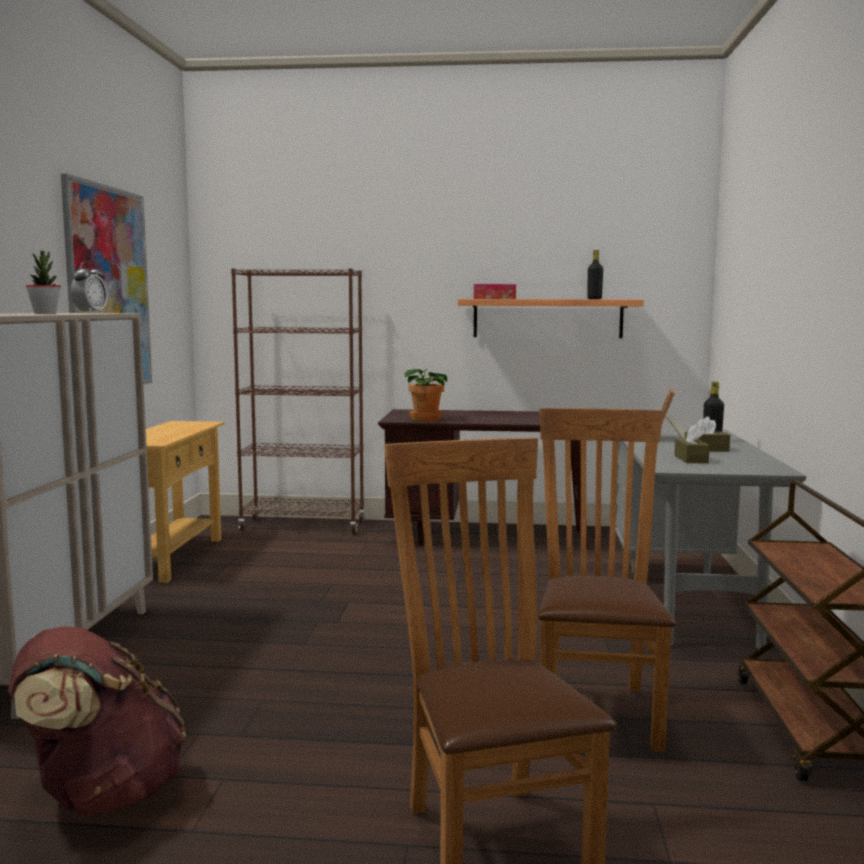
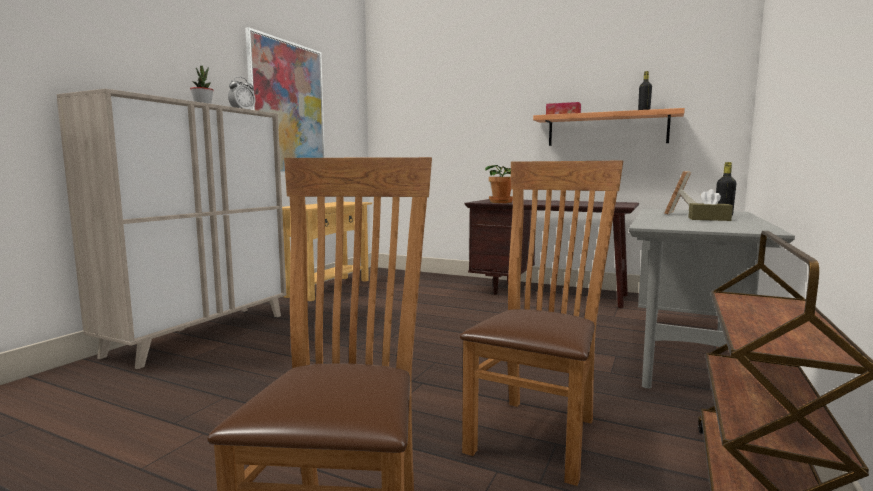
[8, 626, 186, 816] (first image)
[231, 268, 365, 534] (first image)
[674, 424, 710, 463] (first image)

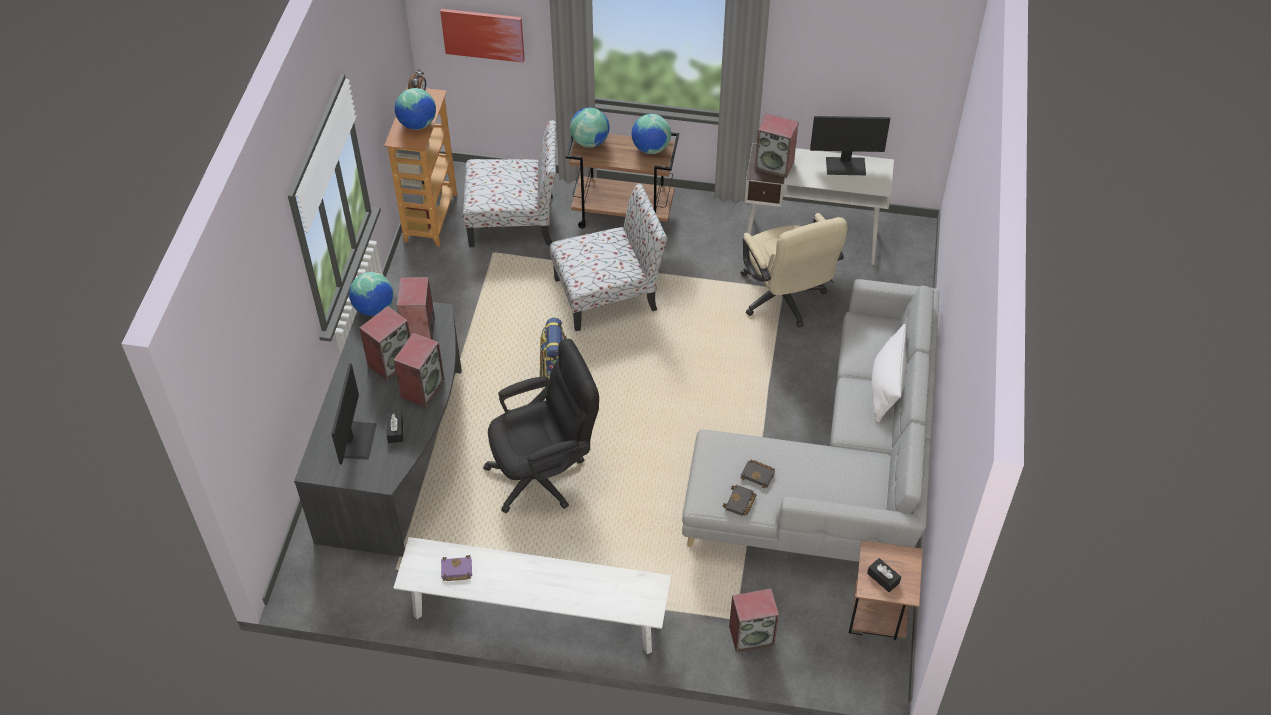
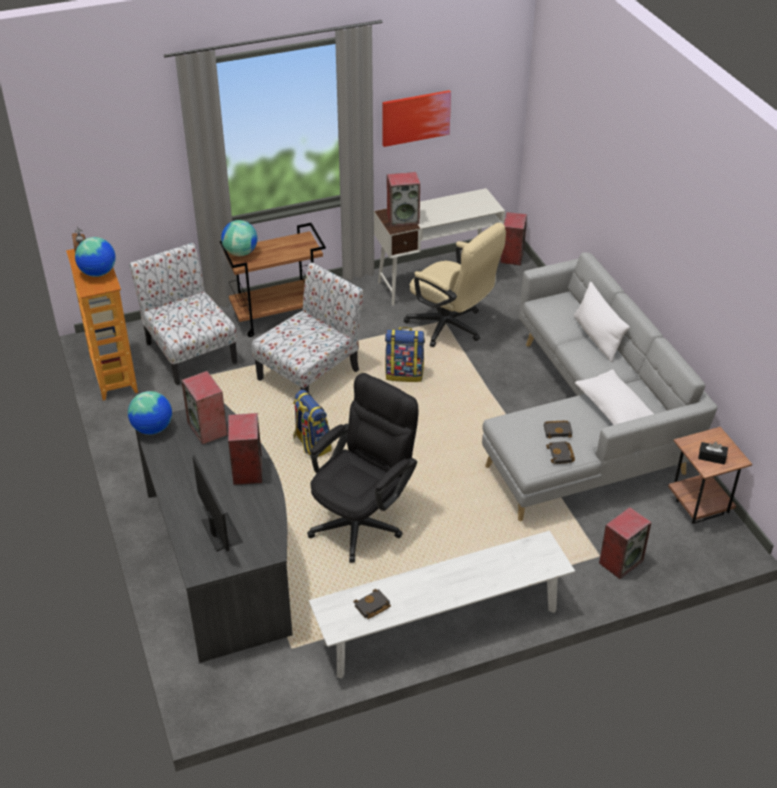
[386, 412, 403, 443] (first image)
[631, 114, 671, 154] (first image)
[810, 116, 890, 175] (first image)
[385, 327, 425, 382]
[575, 369, 654, 425]
[500, 212, 527, 266]
[382, 90, 451, 147]
[353, 589, 391, 619]
[129, 243, 237, 385]

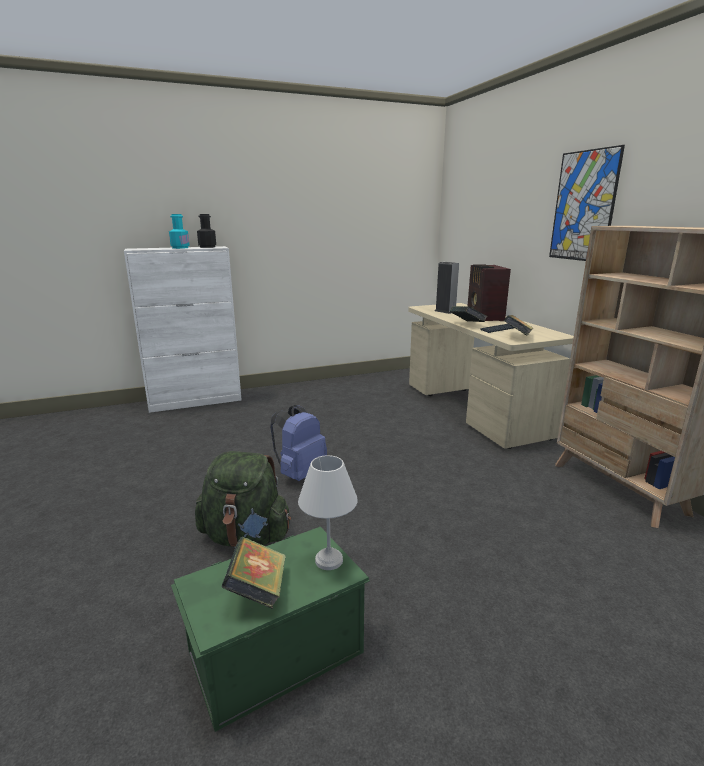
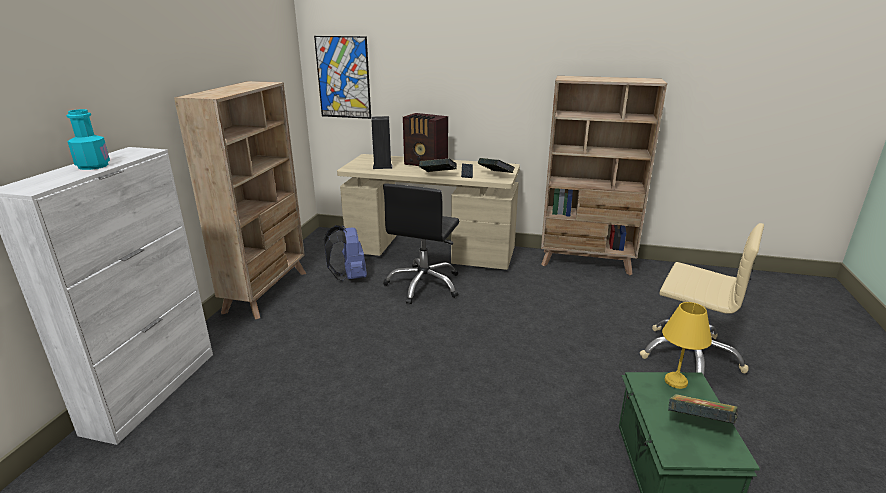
[195, 451, 291, 548] (first image)
[197, 214, 216, 248] (first image)
[174, 81, 306, 319]
[383, 184, 459, 304]
[640, 223, 764, 375]
[324, 225, 367, 281]
[314, 36, 371, 119]
[662, 302, 712, 389]

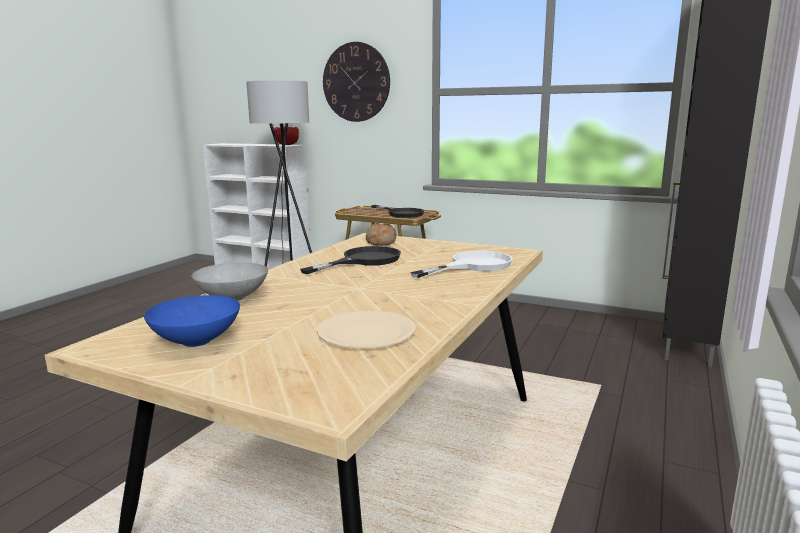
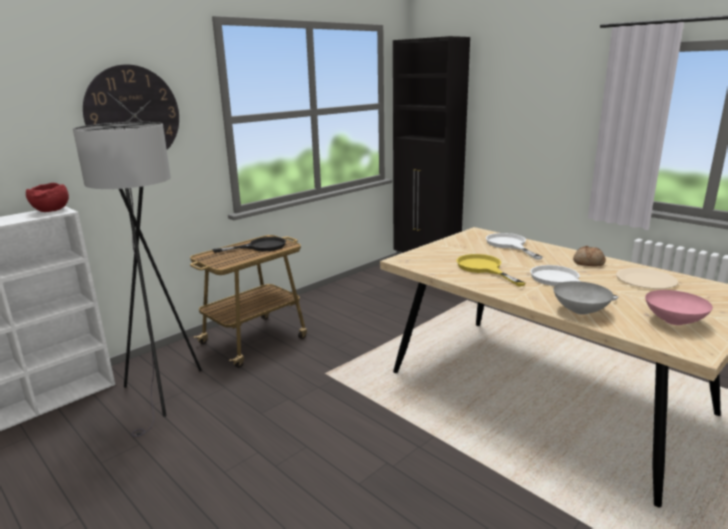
[530, 265, 619, 301]
[573, 246, 606, 266]
[645, 290, 713, 325]
[456, 254, 526, 287]

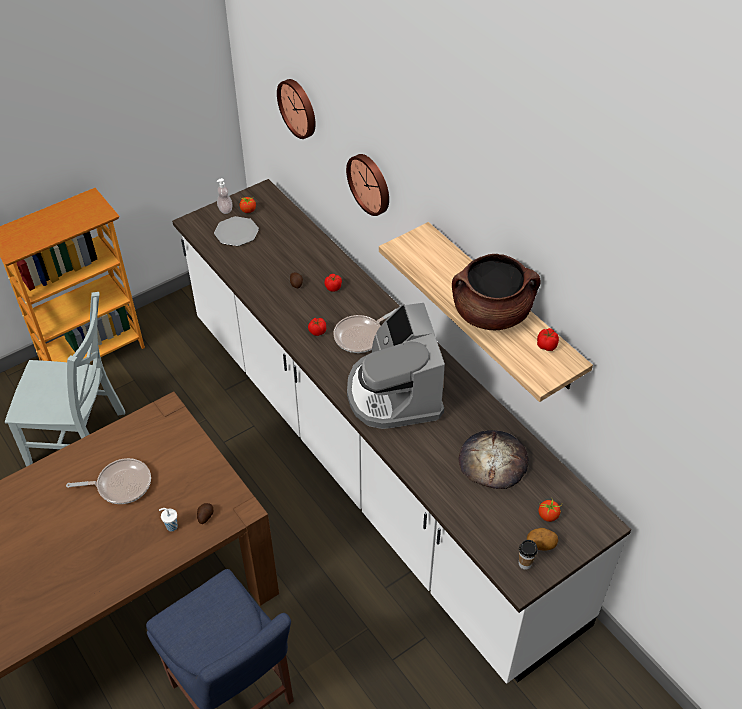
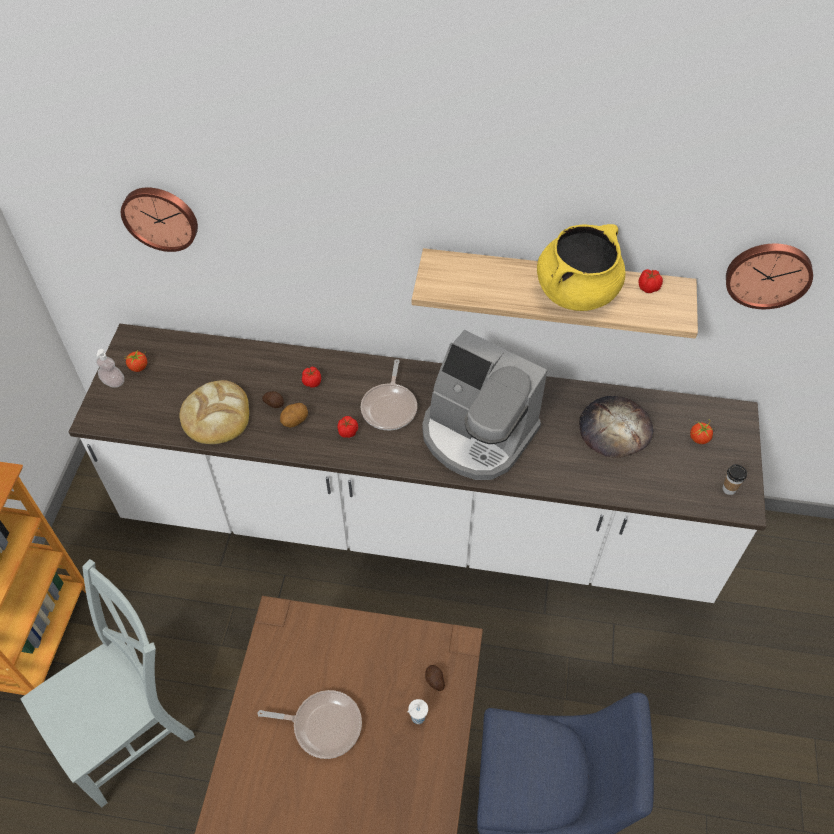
[214, 216, 259, 246] (first image)
[179, 380, 249, 444]
[726, 244, 813, 309]
[280, 403, 308, 428]
[537, 224, 625, 311]
[257, 690, 362, 759]

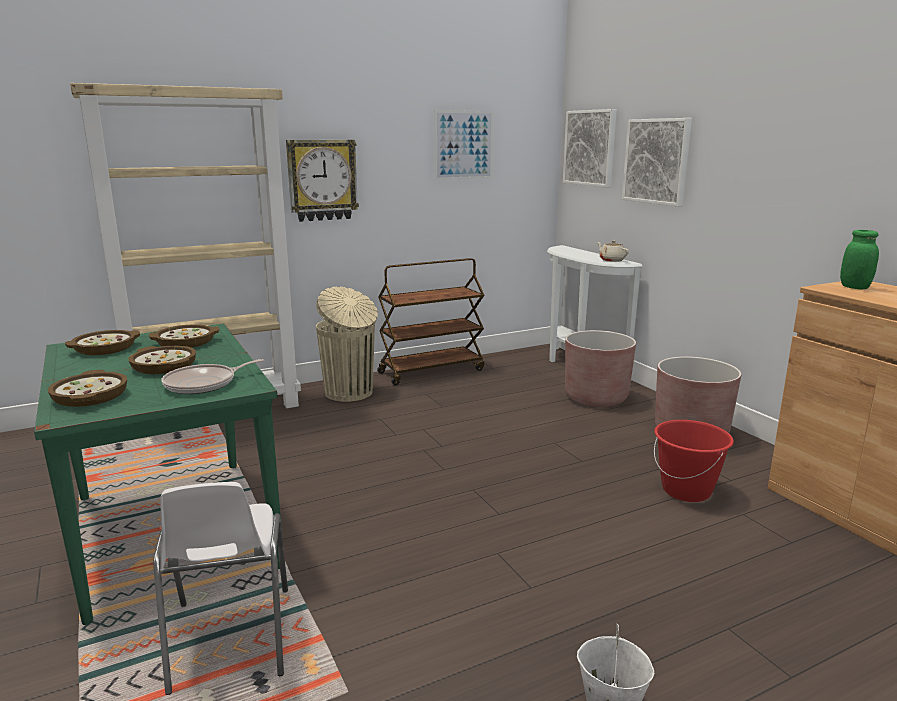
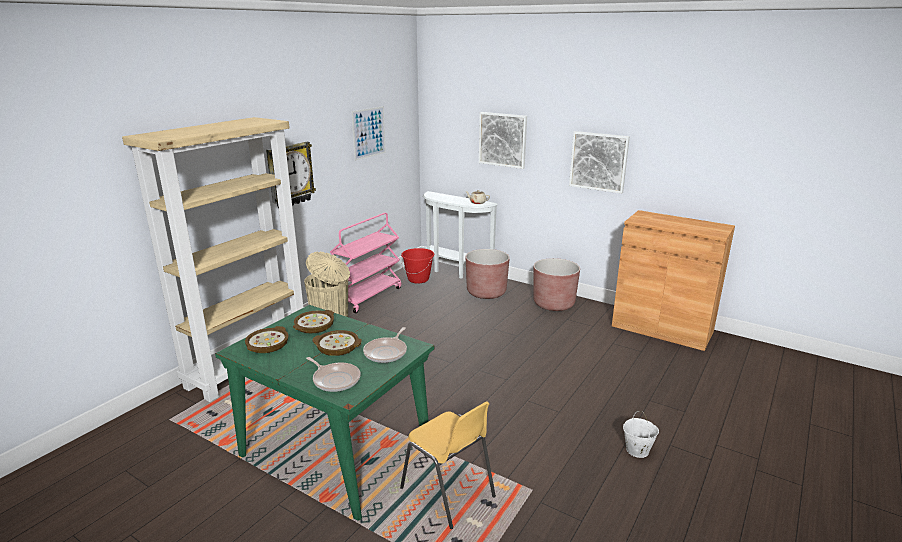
[840, 230, 879, 289] (first image)
[569, 131, 630, 194]
[401, 248, 434, 284]
[306, 357, 361, 392]
[400, 401, 496, 529]
[330, 213, 401, 313]

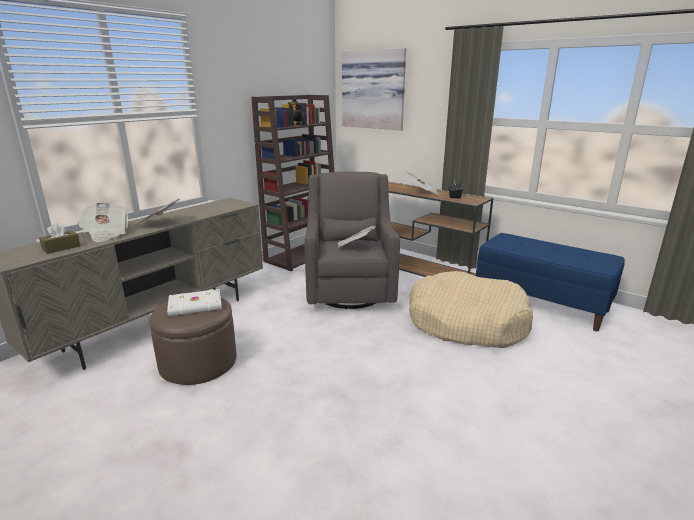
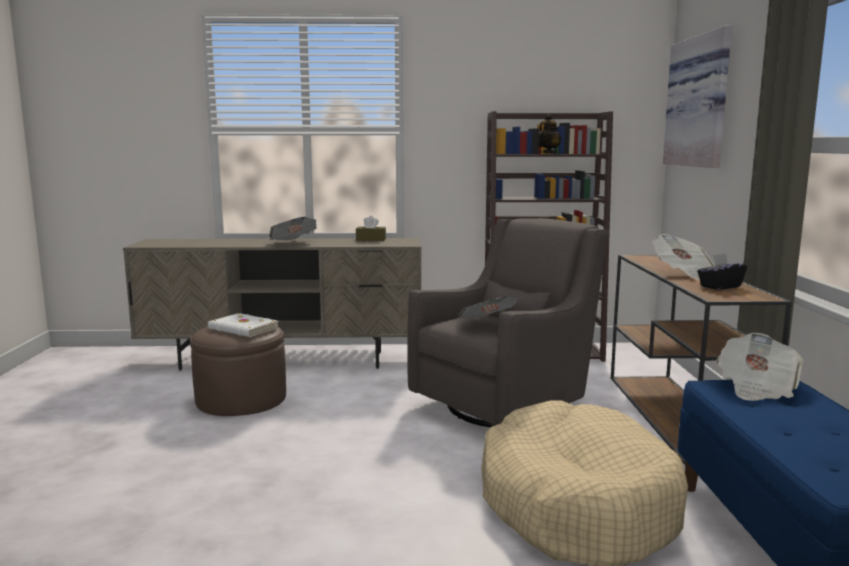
[356, 216, 386, 241]
[716, 333, 804, 401]

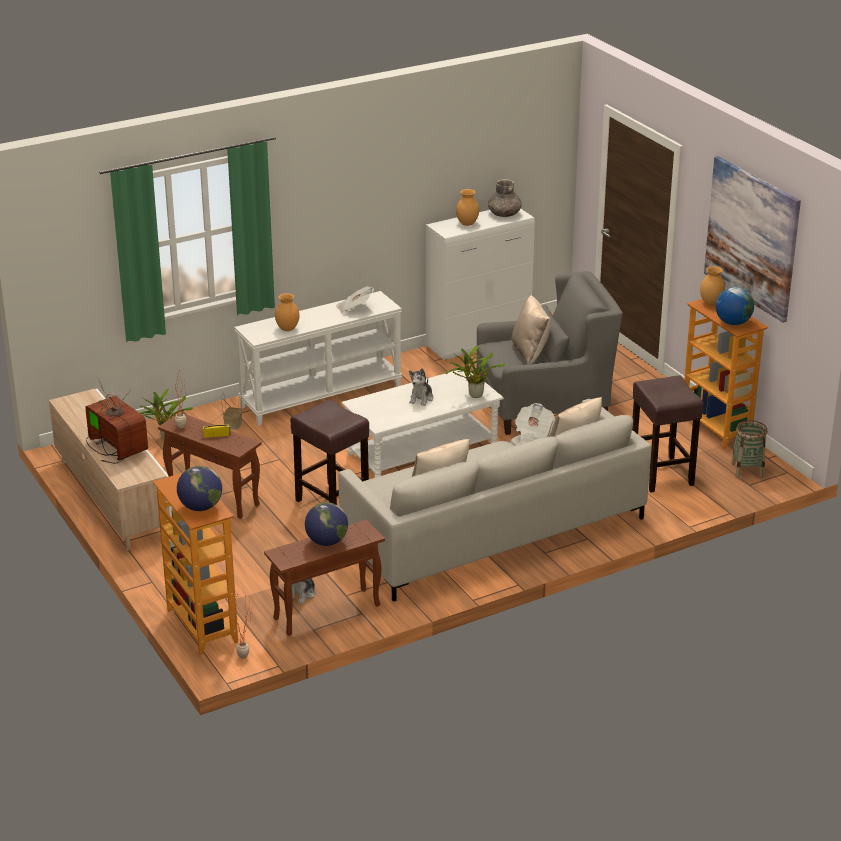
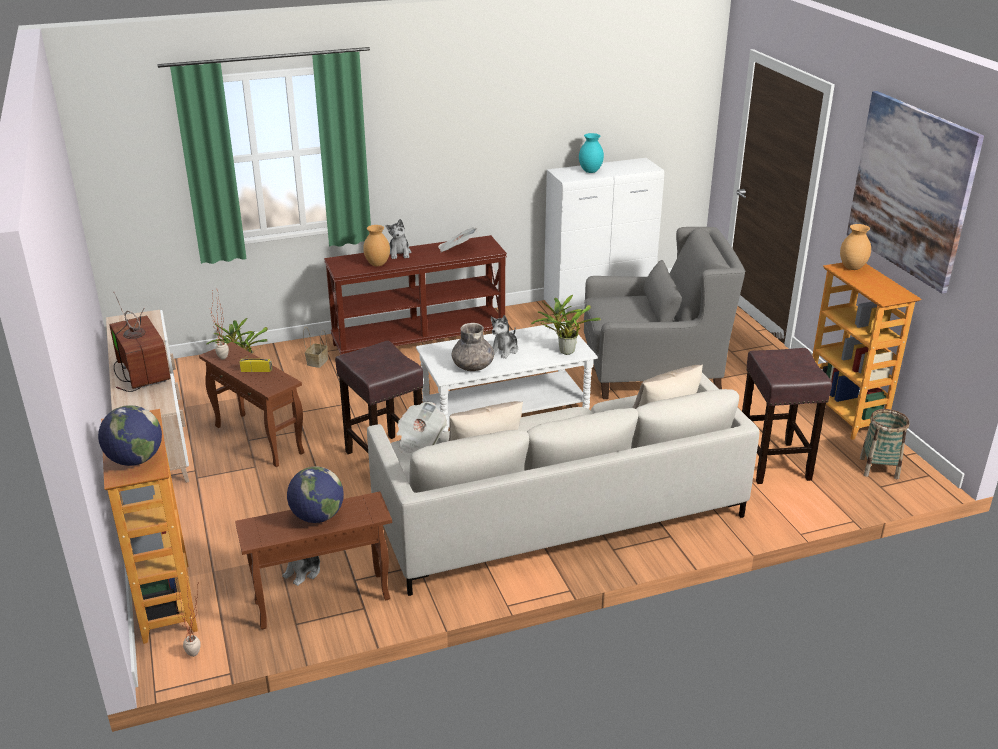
[511, 295, 551, 364] (first image)
[716, 287, 754, 325] (first image)
[386, 219, 411, 259]
[452, 323, 494, 371]
[397, 402, 447, 453]
[324, 235, 507, 355]
[579, 133, 604, 173]

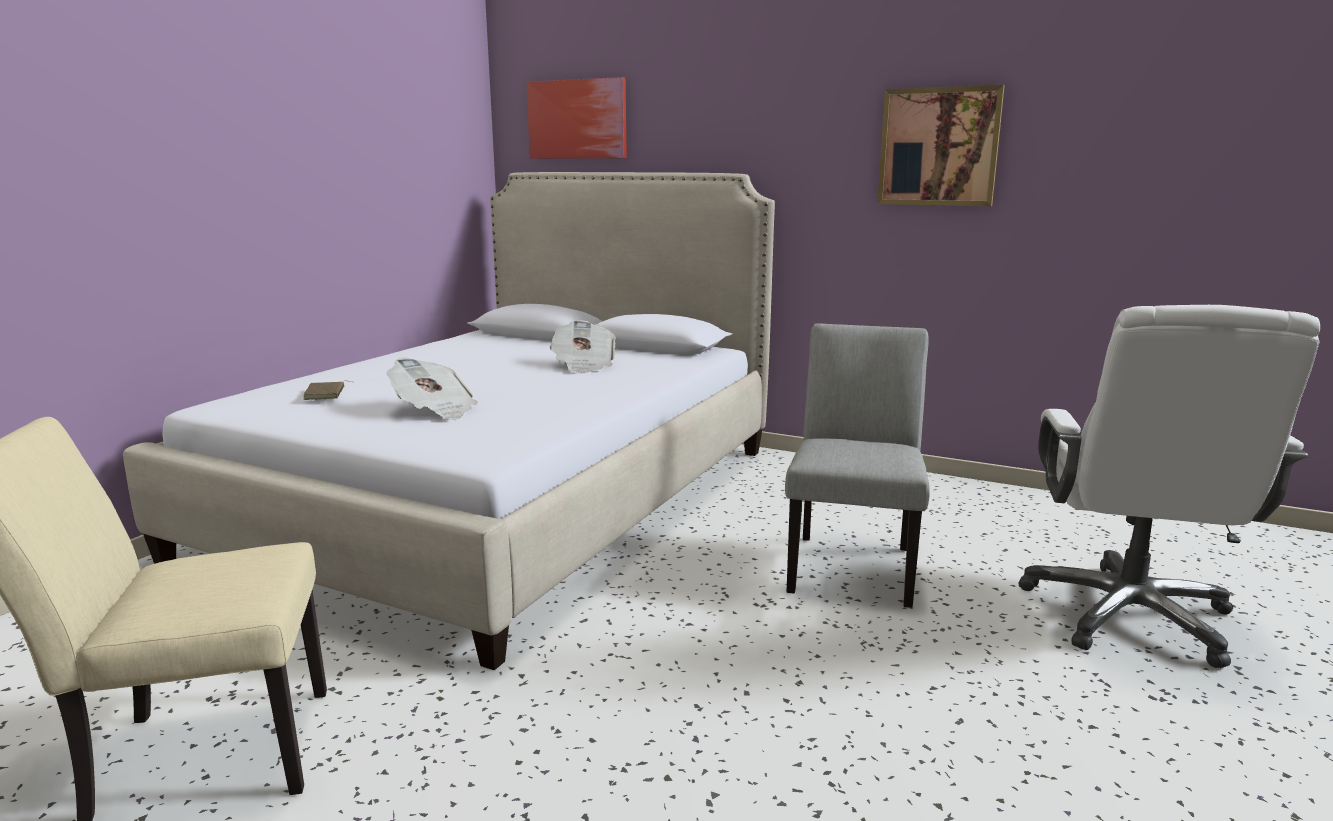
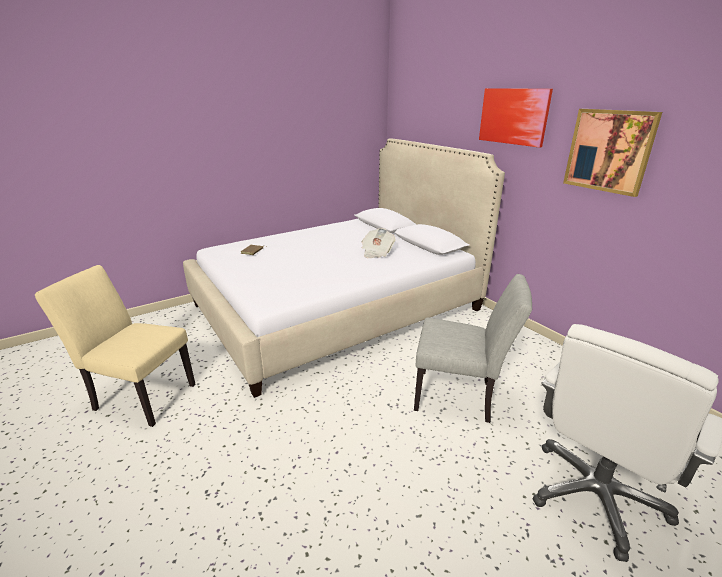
[386, 358, 478, 420] (first image)
[479, 88, 553, 148]
[414, 274, 532, 423]

